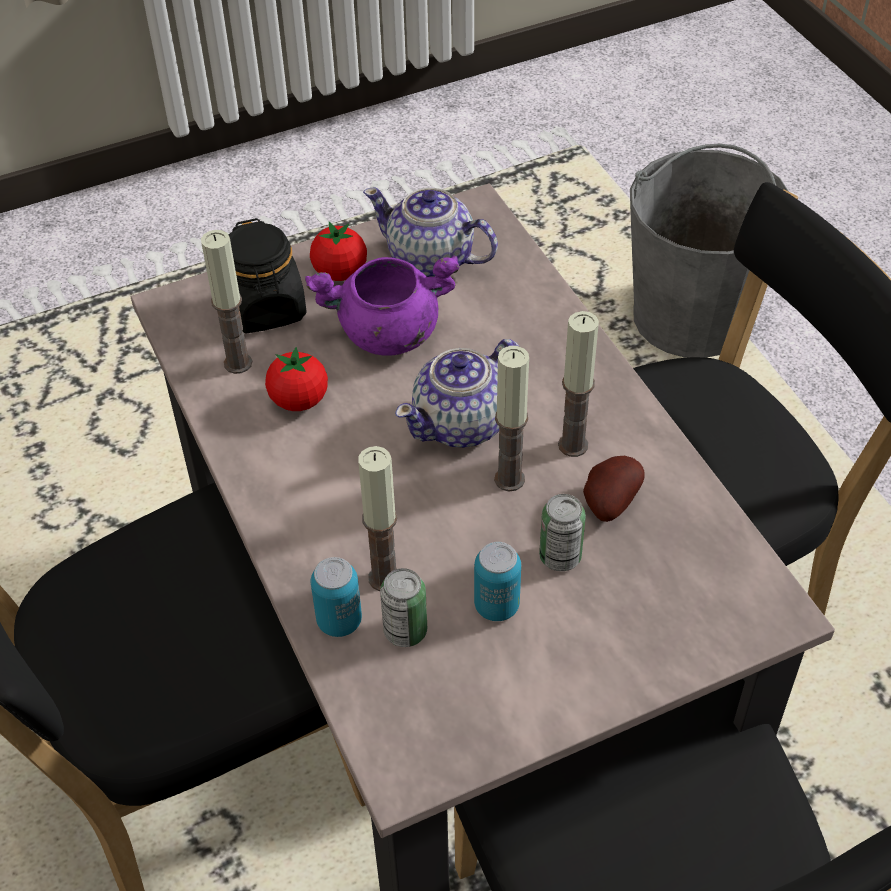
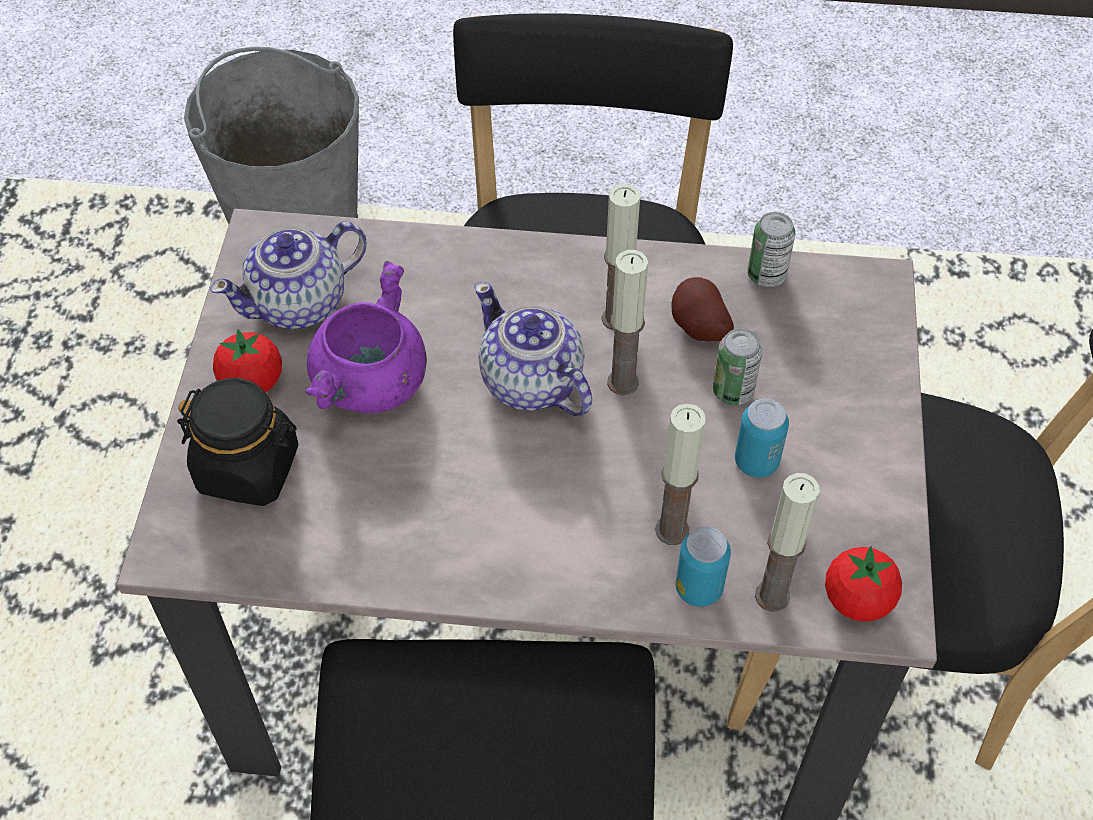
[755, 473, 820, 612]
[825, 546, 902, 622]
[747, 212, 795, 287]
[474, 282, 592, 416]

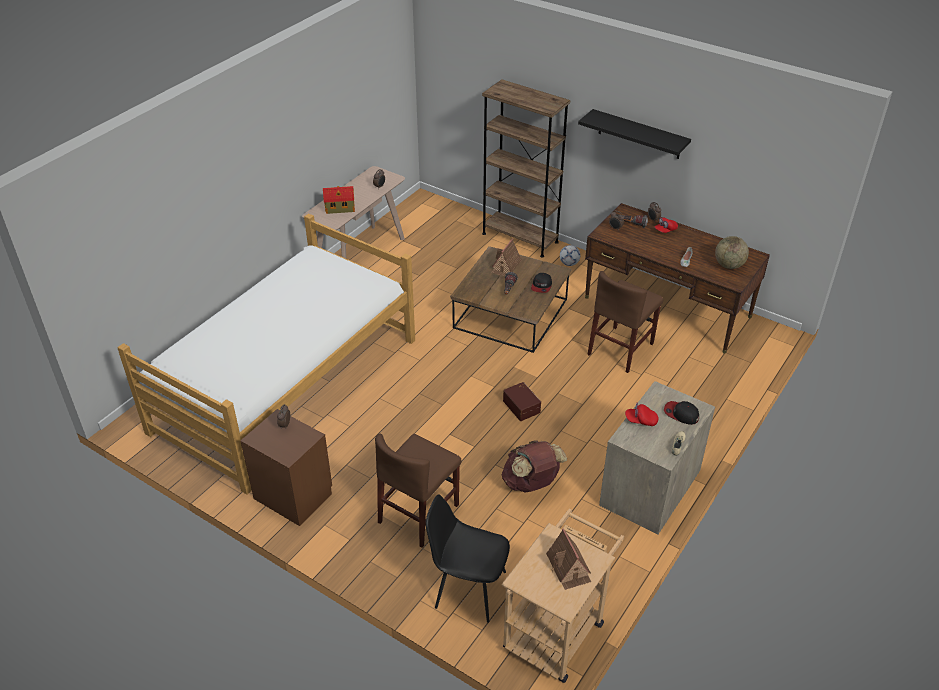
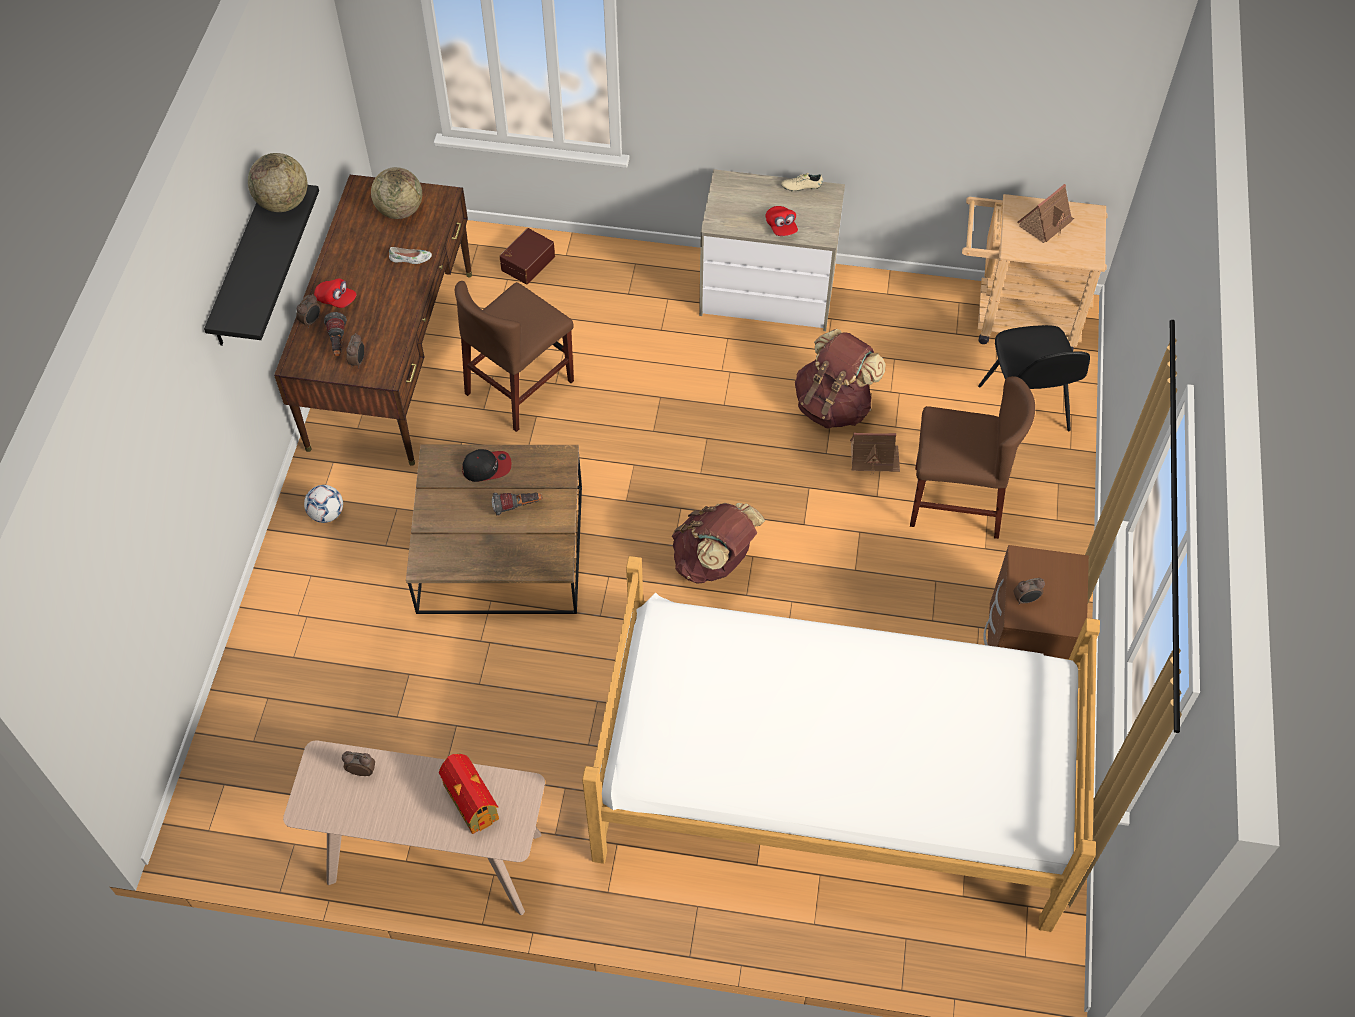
[482, 80, 570, 258] (first image)
[664, 401, 699, 425] (first image)
[248, 153, 307, 212]
[672, 503, 765, 584]
[850, 433, 900, 474]
[499, 228, 555, 285]
[455, 281, 574, 432]

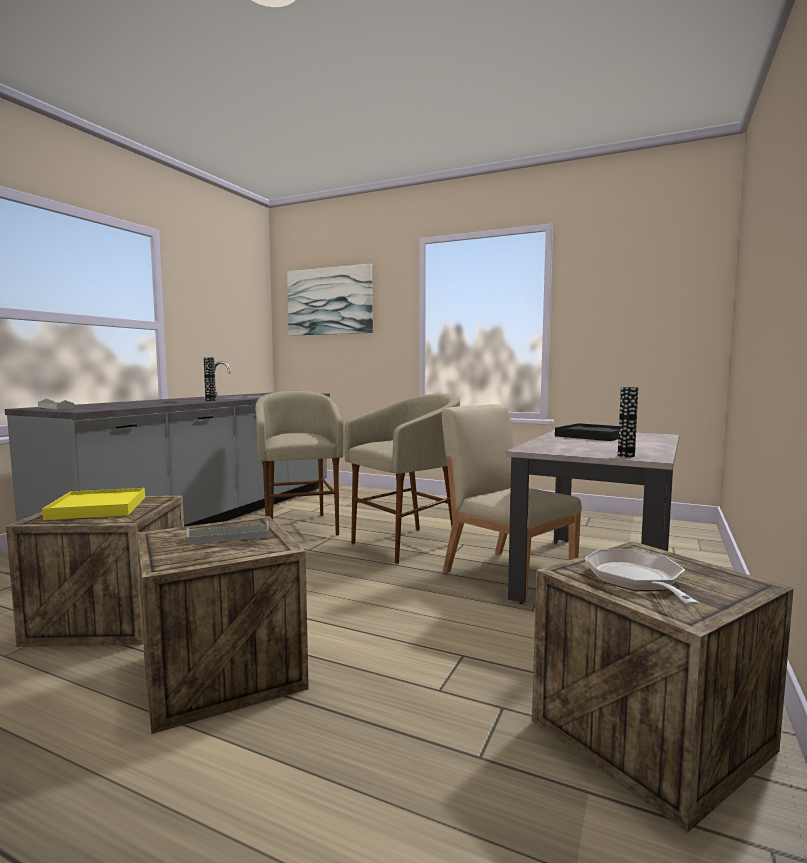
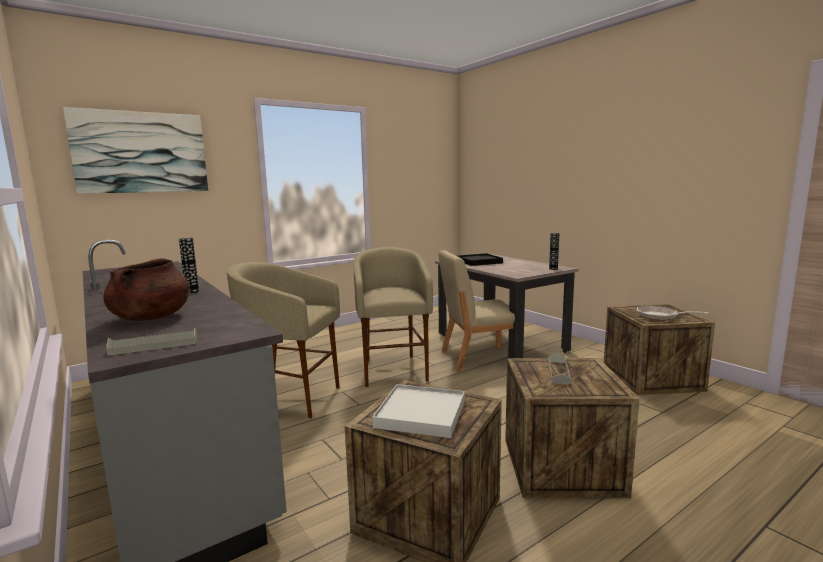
[103, 258, 190, 321]
[372, 384, 465, 438]

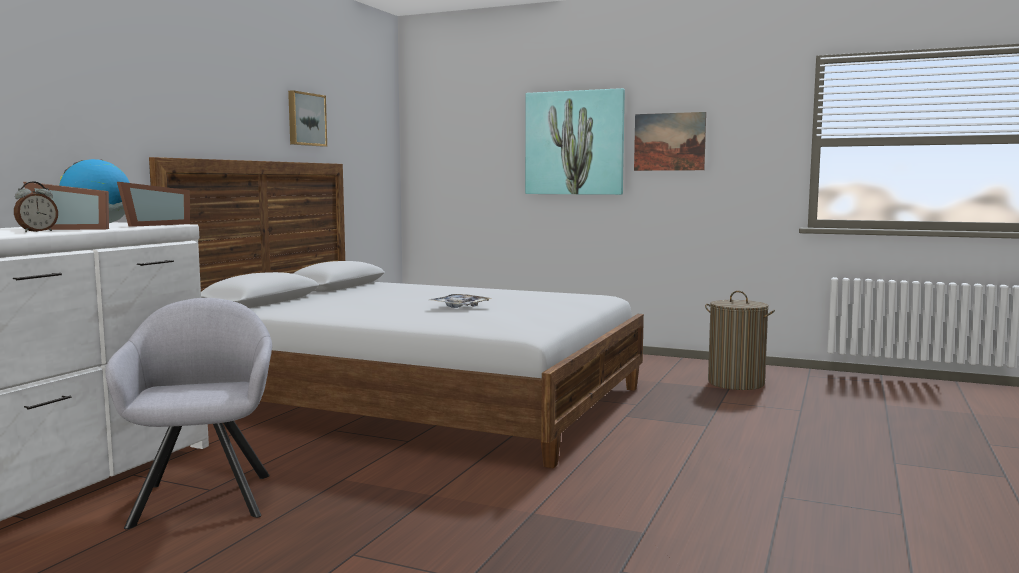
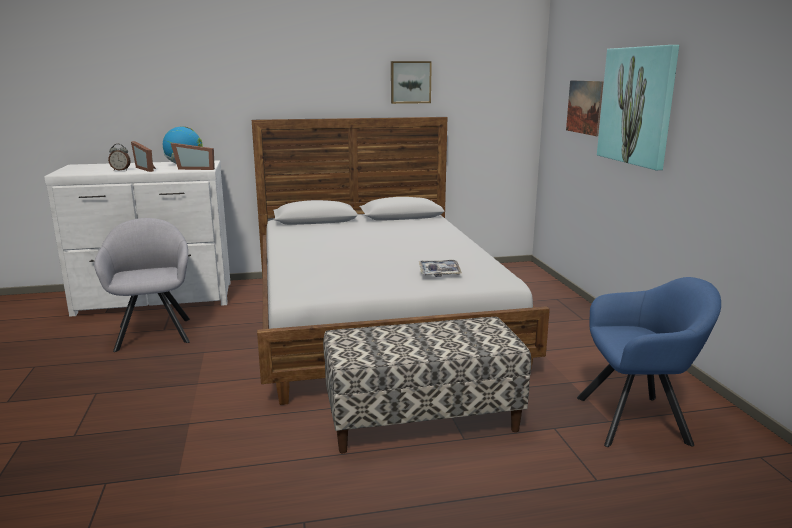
[323, 317, 531, 453]
[419, 260, 462, 277]
[566, 80, 603, 136]
[577, 277, 721, 447]
[94, 218, 190, 352]

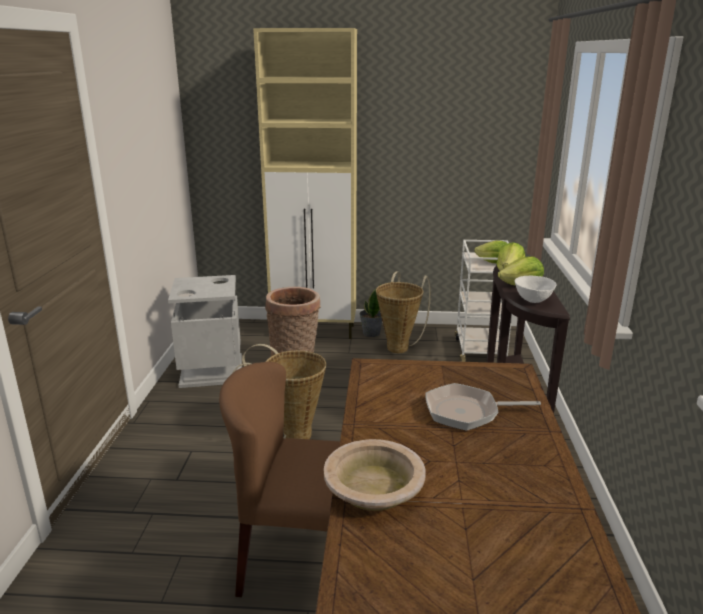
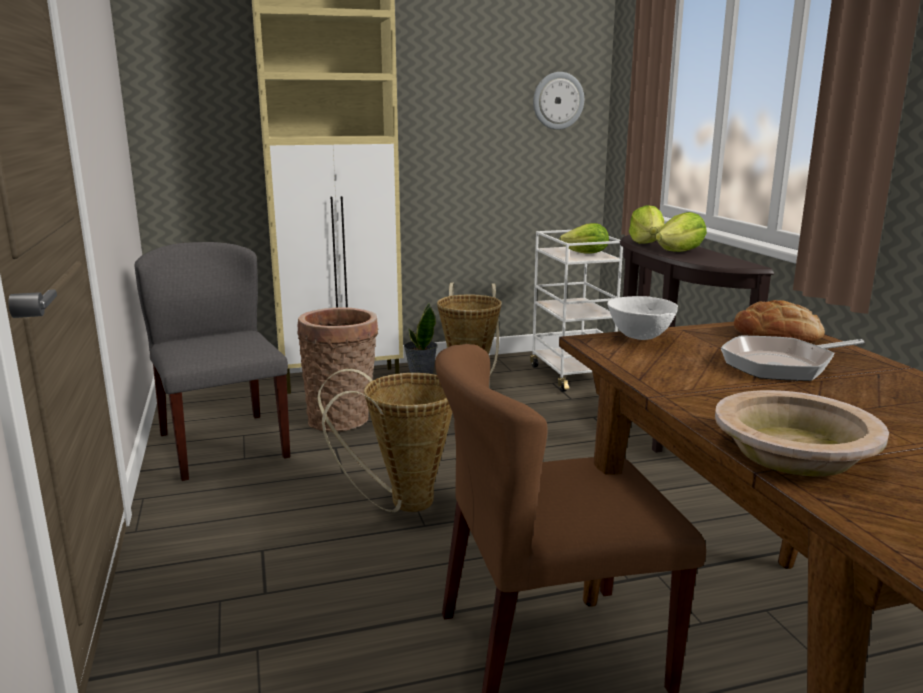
[533, 72, 584, 130]
[734, 300, 825, 343]
[607, 296, 678, 340]
[134, 242, 290, 481]

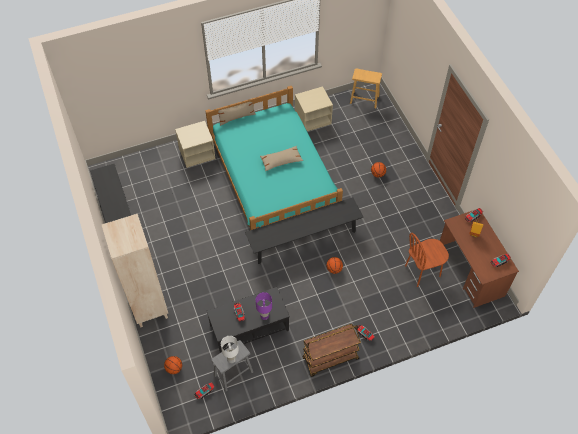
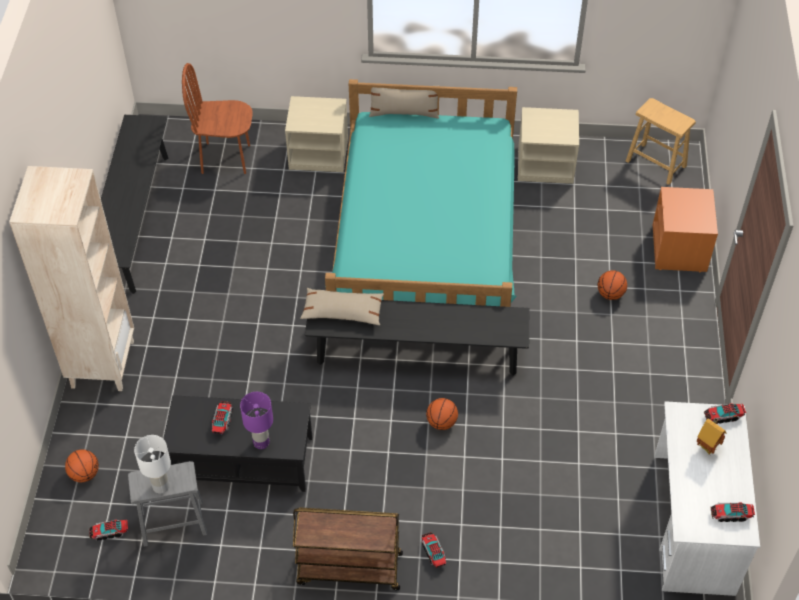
[652, 187, 718, 272]
[300, 288, 384, 325]
[182, 63, 253, 174]
[654, 401, 760, 596]

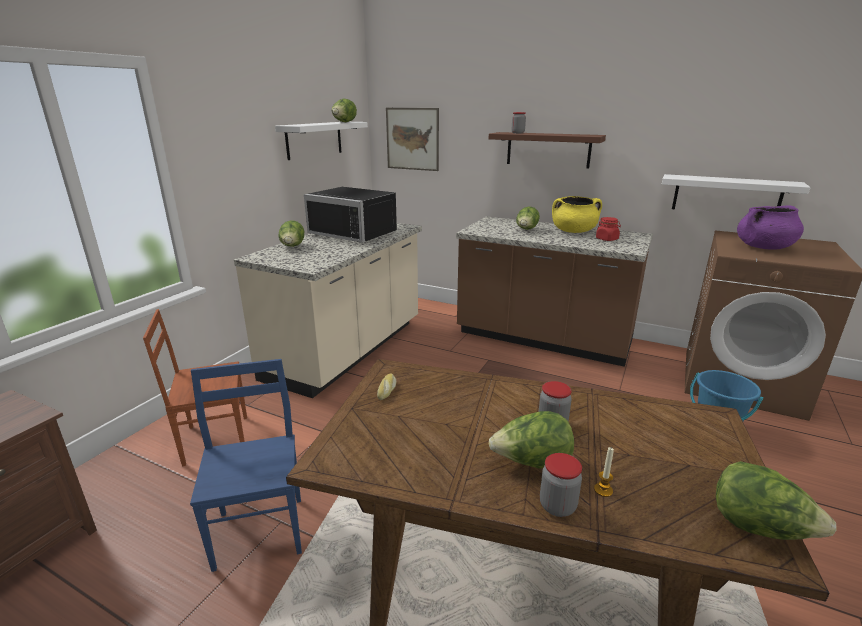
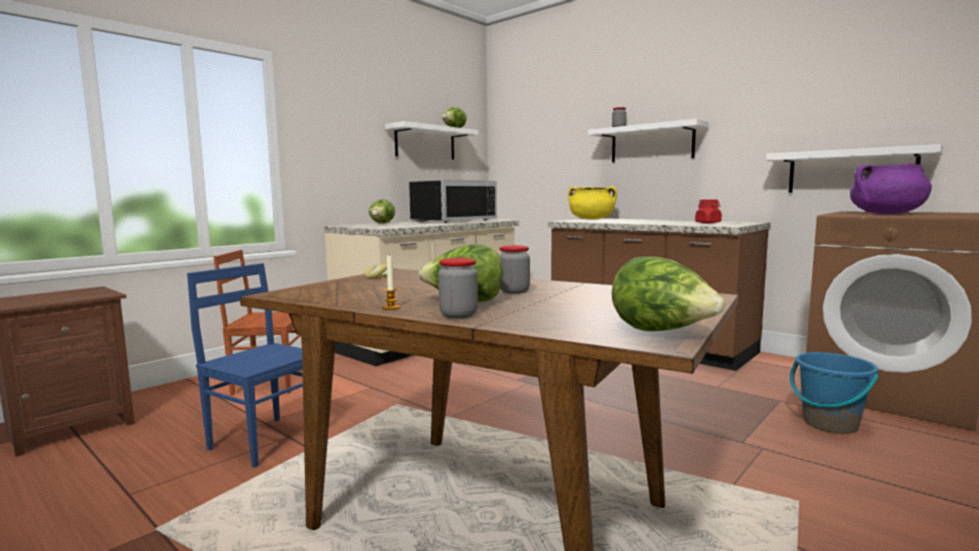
[386, 108, 439, 171] (first image)
[516, 206, 540, 230] (first image)
[568, 186, 617, 220]
[382, 254, 401, 310]
[588, 119, 709, 162]
[187, 263, 303, 468]
[409, 180, 497, 223]

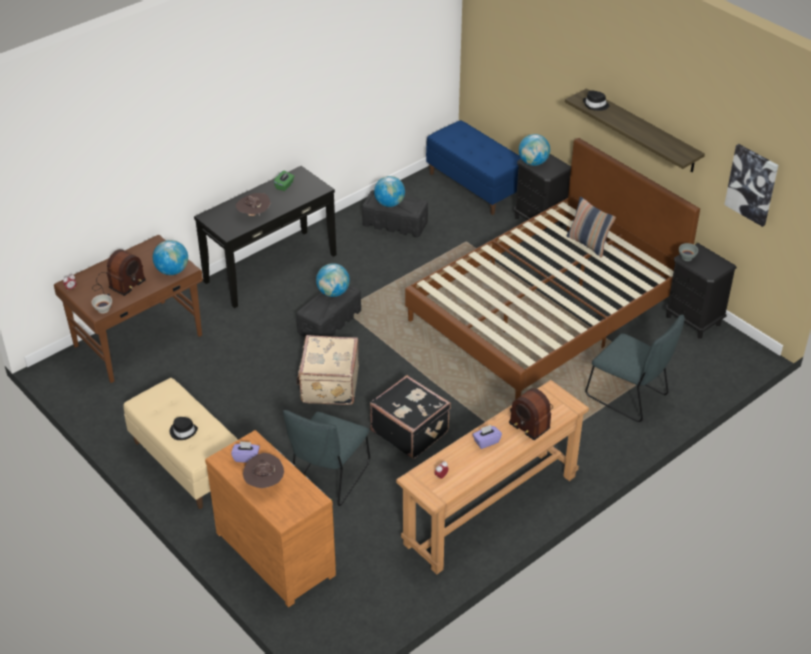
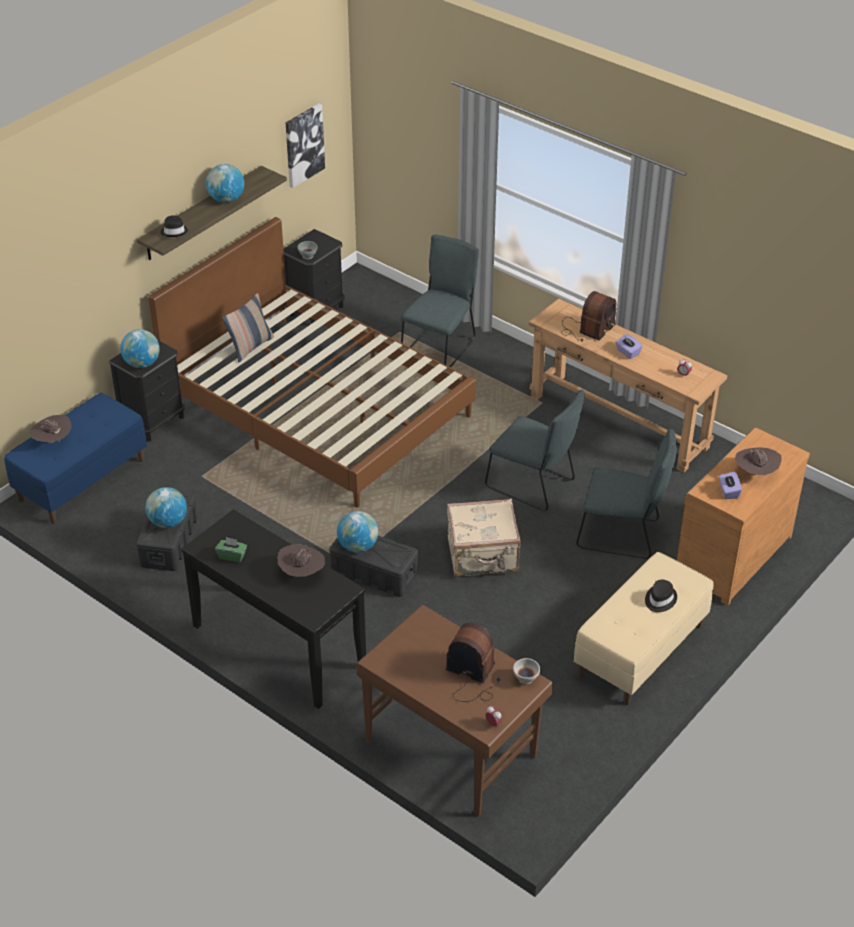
[30, 415, 72, 443]
[206, 164, 244, 203]
[485, 389, 585, 511]

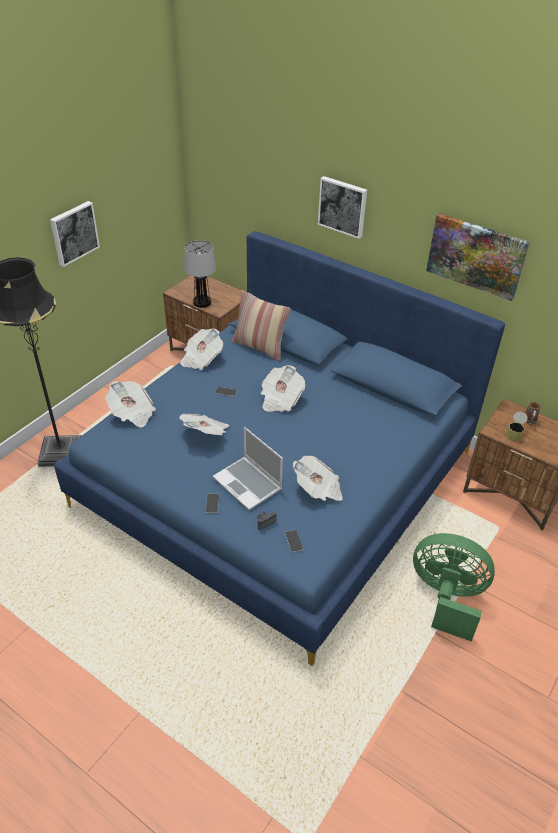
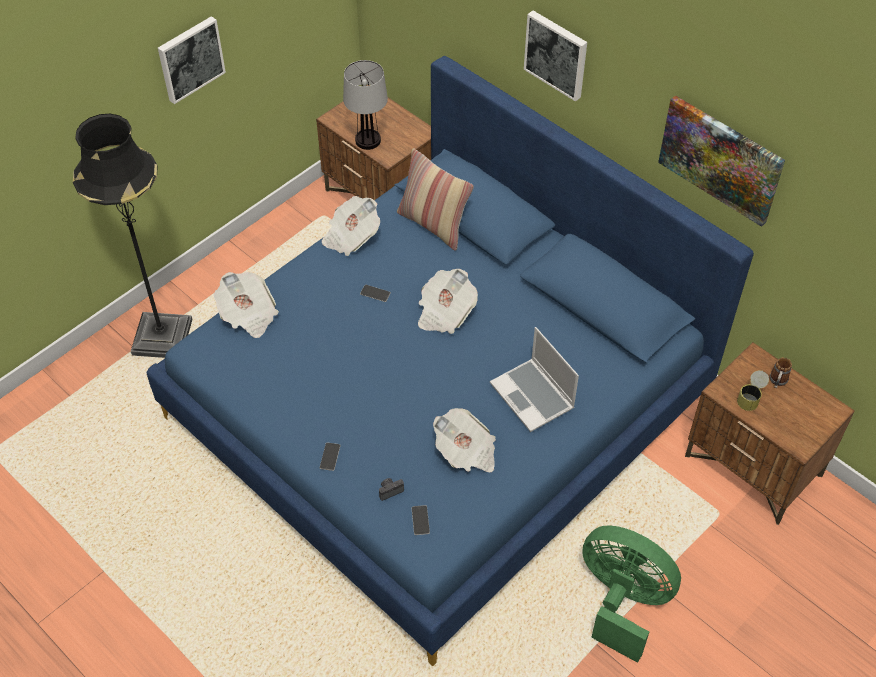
[179, 414, 229, 436] (first image)
[490, 327, 579, 432]

